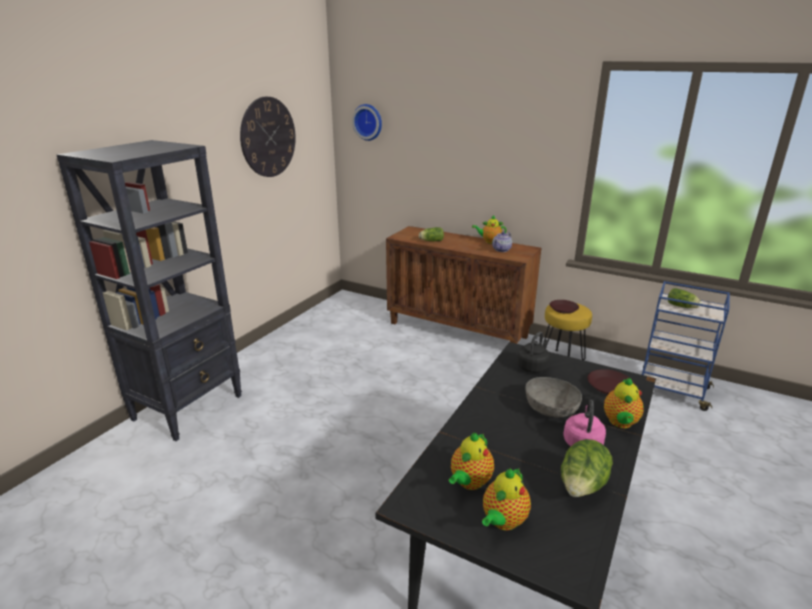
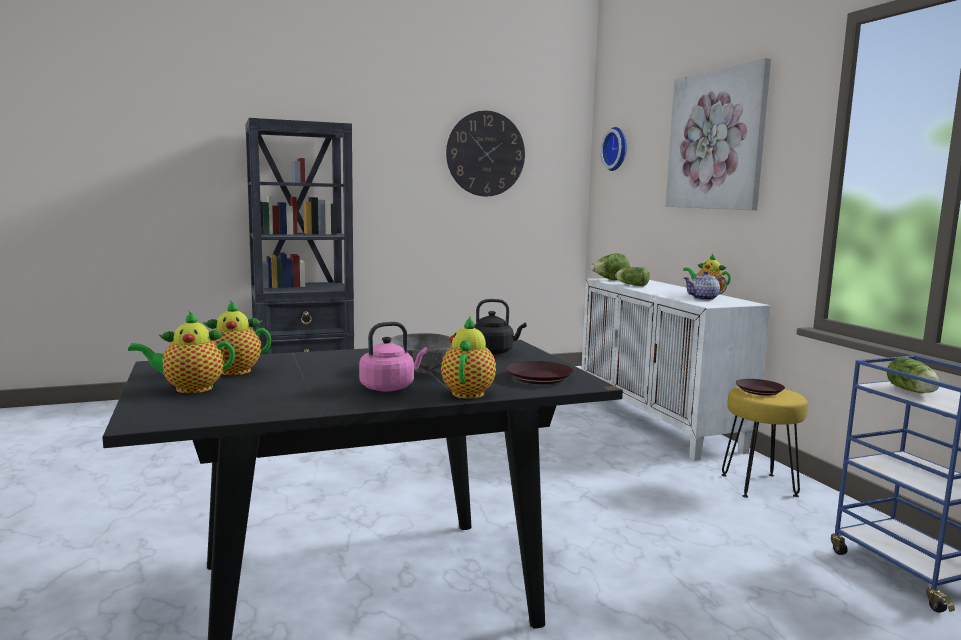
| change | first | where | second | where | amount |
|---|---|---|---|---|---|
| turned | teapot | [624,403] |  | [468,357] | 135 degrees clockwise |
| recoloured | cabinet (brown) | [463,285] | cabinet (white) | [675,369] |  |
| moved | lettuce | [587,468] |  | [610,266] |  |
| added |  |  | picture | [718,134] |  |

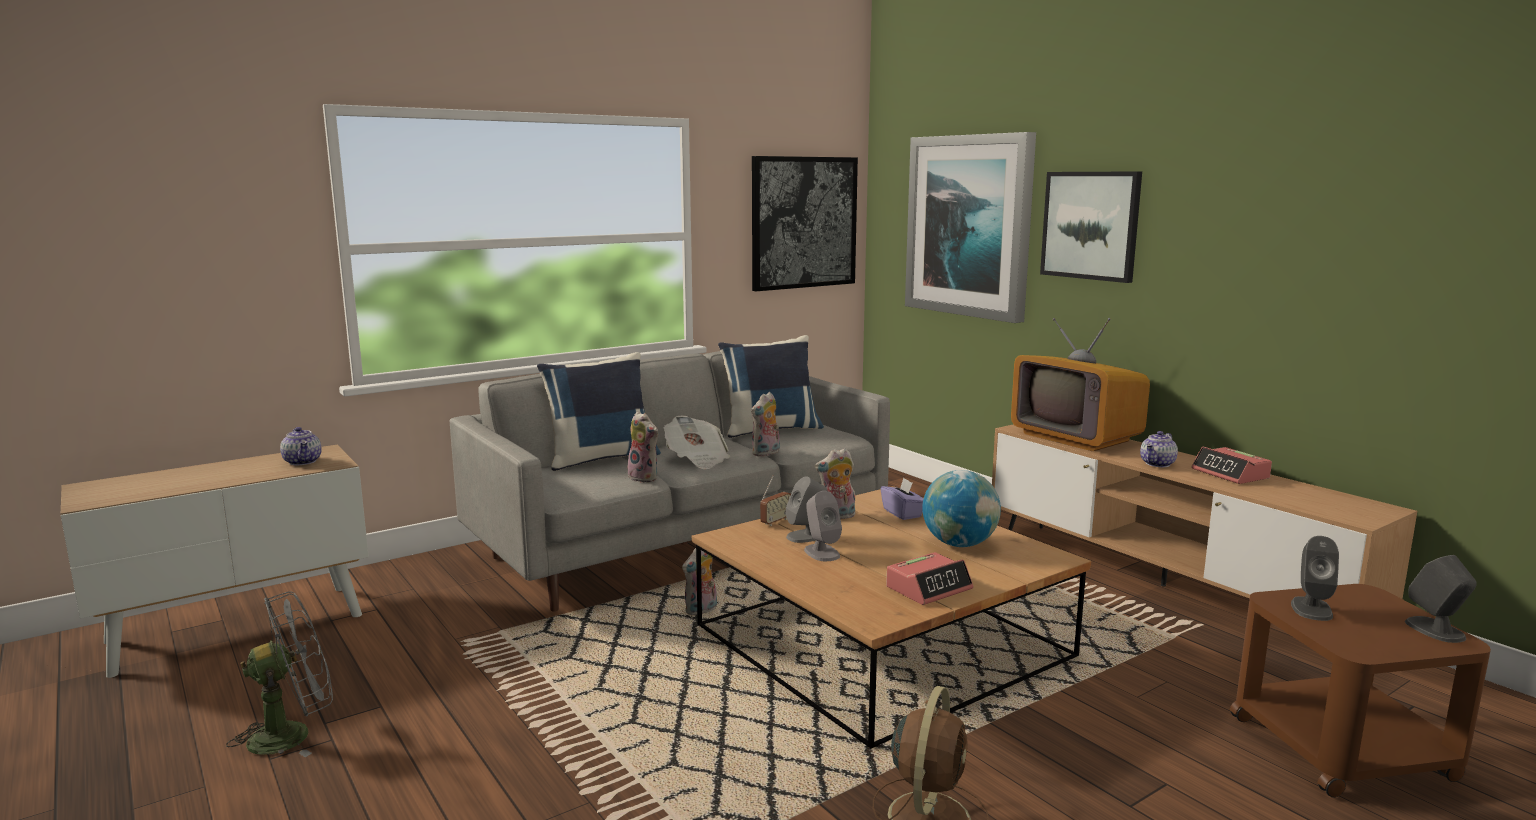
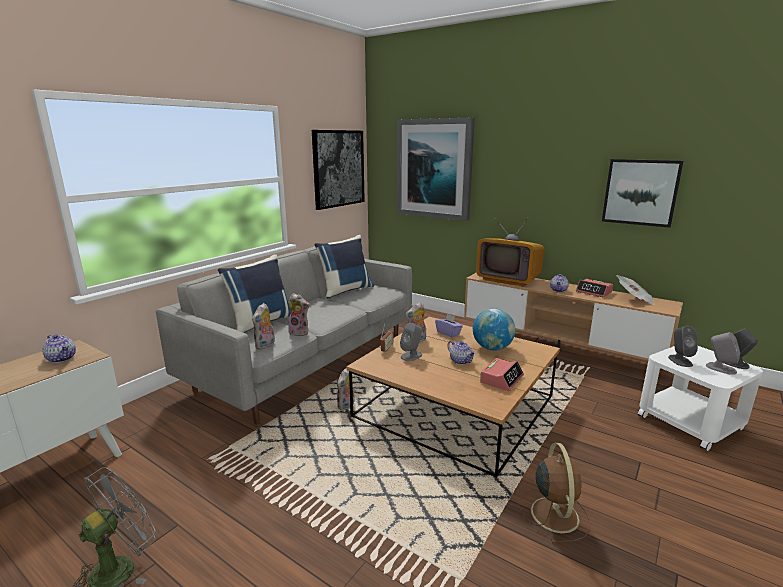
| change | first | where | second | where | amount |
|---|---|---|---|---|---|
| moved | plush toy | [765,424] |  | [263,326] |  |
| added |  |  | teapot | [461,352] |  |
| moved | picture | [1091,227] |  | [642,193] |  |
| moved | newspaper | [697,443] |  | [636,290] |  |
| recoloured | side table (brown) | [1360,690] | side table (white) | [700,398] |  |
| moved | speaker (grey) | [823,526] |  | [723,353] |  |

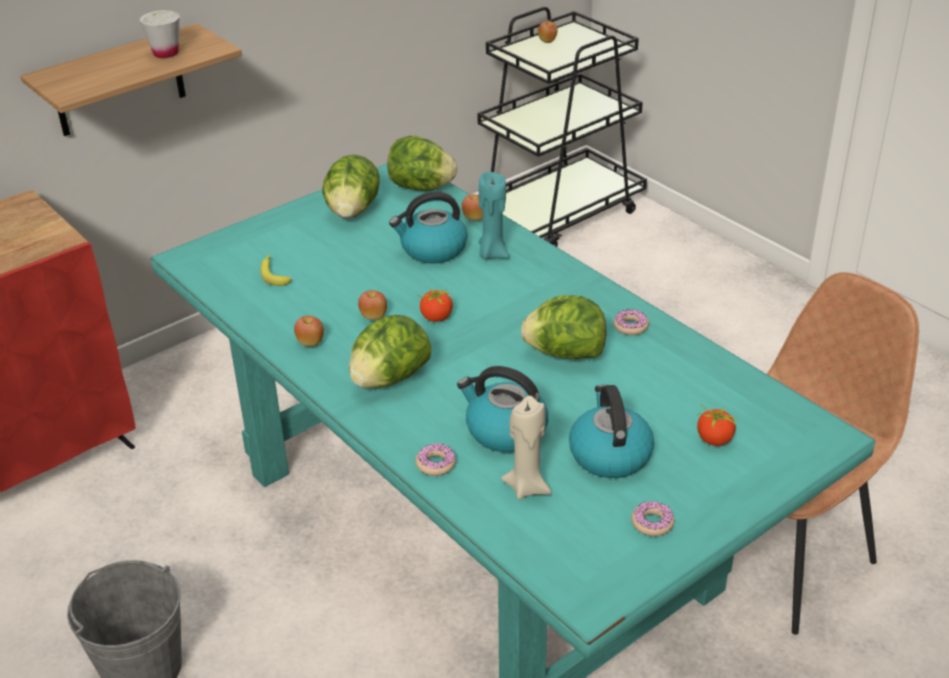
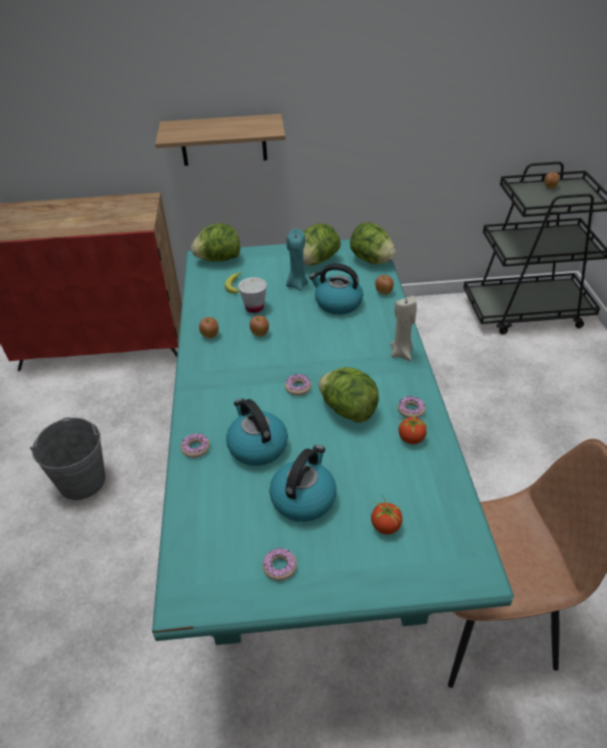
| change | first | where | second | where | amount |
|---|---|---|---|---|---|
| moved | lettuce | [390,351] |  | [215,242] |  |
| moved | cup (white) | [160,34] |  | [252,295] |  |
| added |  |  | donut | [298,385] |  |
| moved | candle (turquoise) | [494,216] |  | [297,260] |  |
| moved | candle (beige) | [526,448] |  | [403,328] |  |
| moved | tomato | [435,305] |  | [413,430] |  |

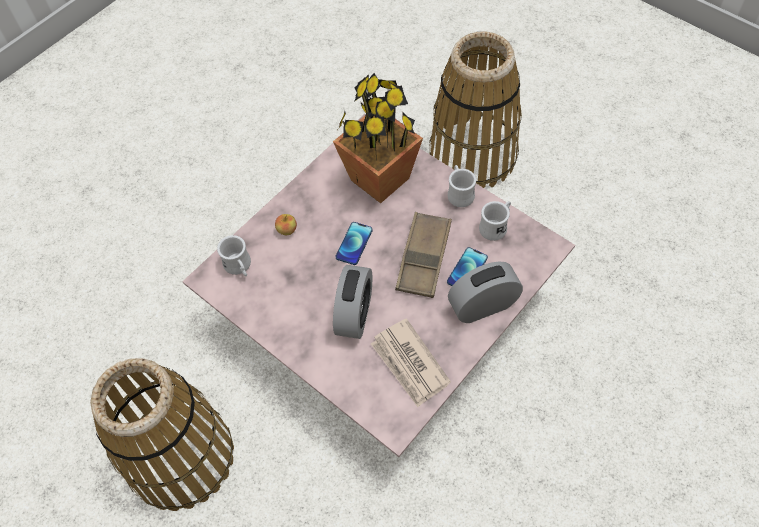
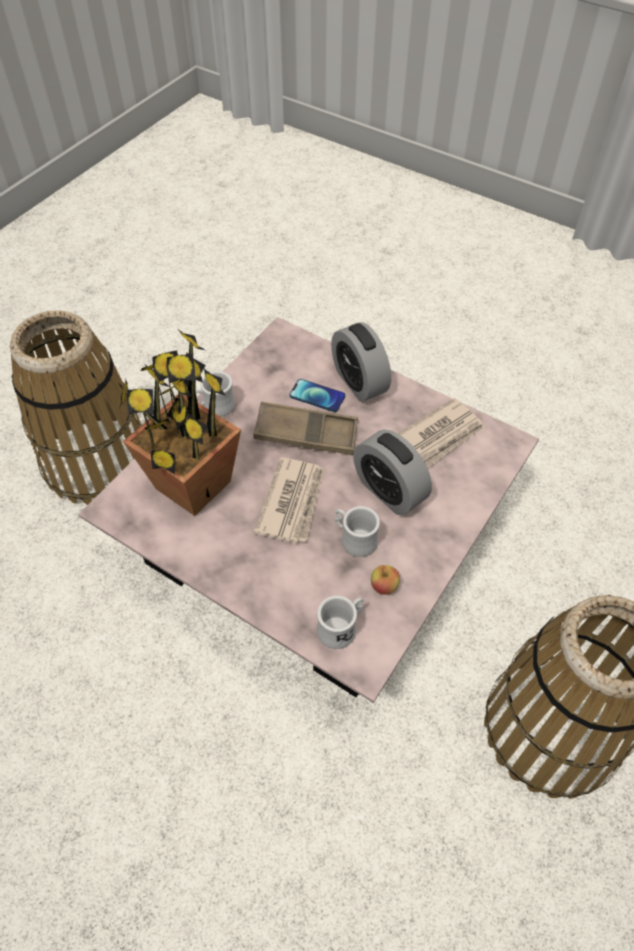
| change | first | where | second | where | amount |
|---|---|---|---|---|---|
| replaced | phone | [354,243] | newspaper | [288,500] |  |
| moved | mug (white) | [495,221] |  | [357,531] |  |
| turned | alarm clock | [352,302] |  | [392,472] | 135 degrees counterclockwise |
| moved | apple | [286,224] |  | [385,580] |  |

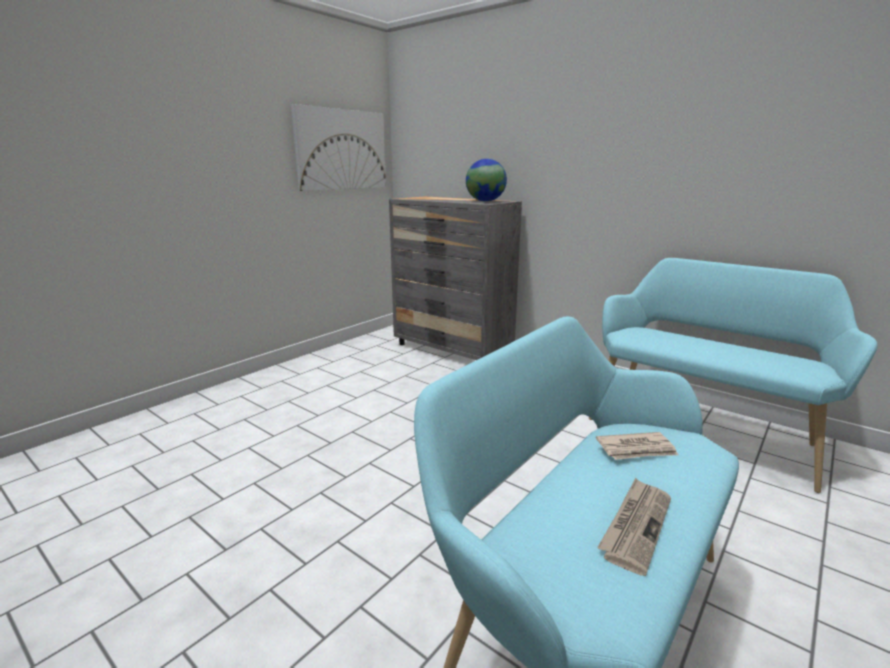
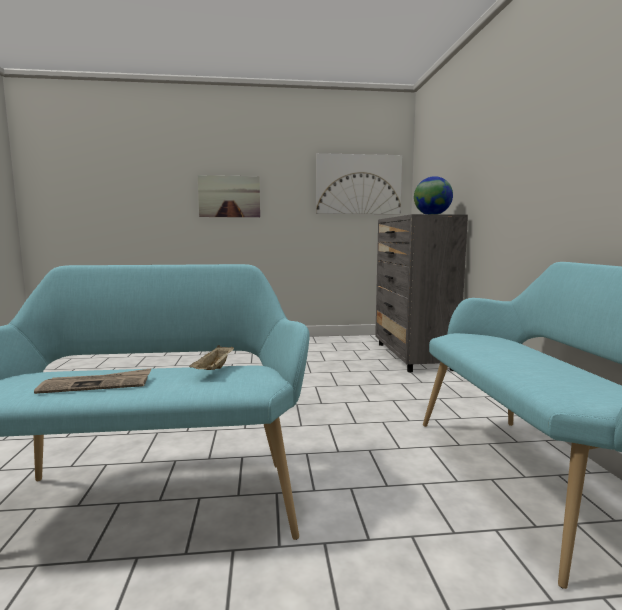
| change | first | where | second | where | amount |
|---|---|---|---|---|---|
| replaced | newspaper | [637,446] | tray (beige) | [211,357] |  |
| added |  |  | picture | [229,196] |  |

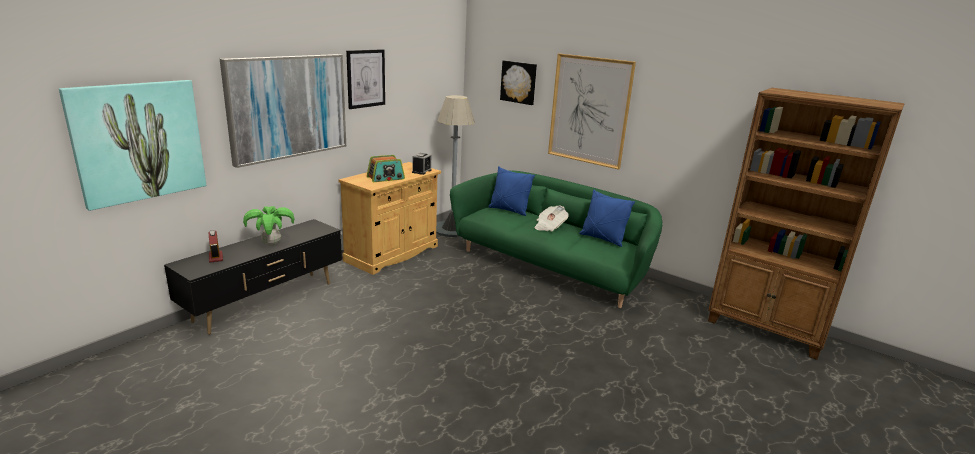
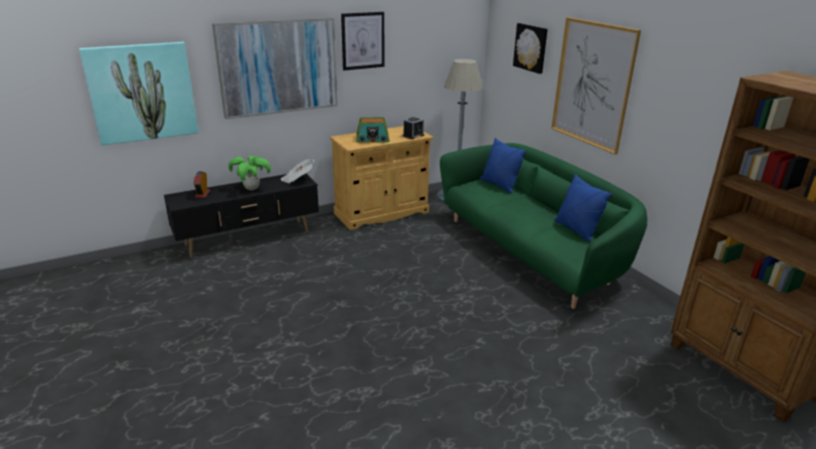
| change | first | where | second | where | amount |
|---|---|---|---|---|---|
| moved | newspaper | [552,218] |  | [298,171] |  |

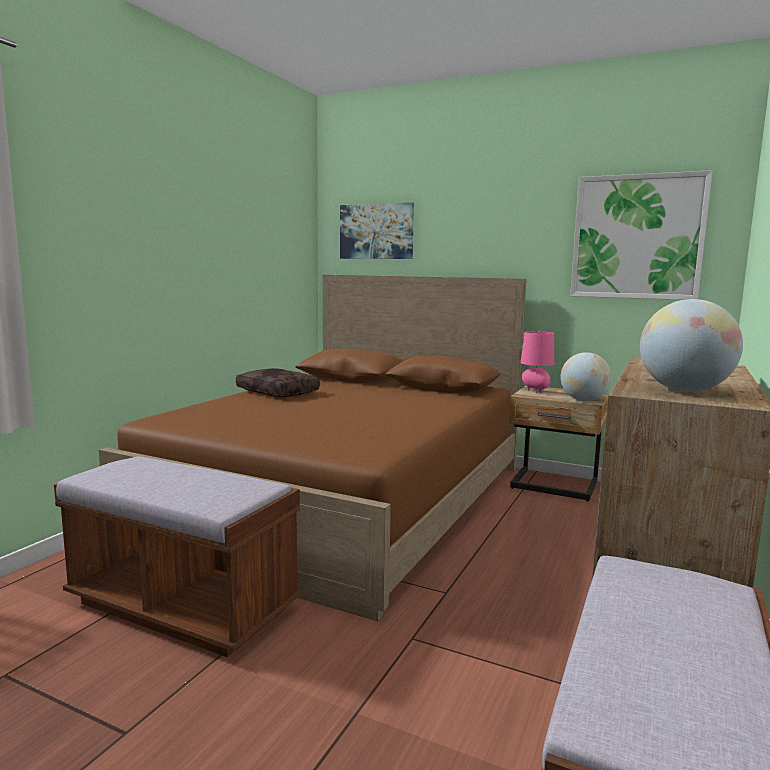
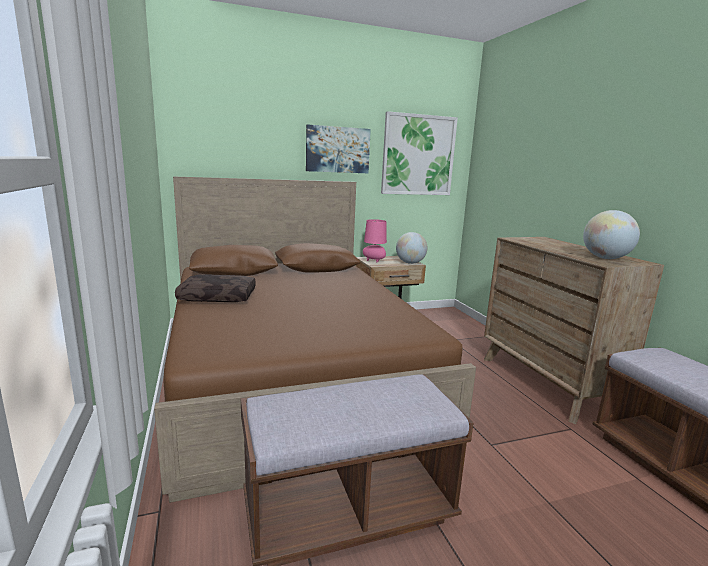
| change | first | where | second | where | amount |
|---|---|---|---|---|---|
| moved | picture | [377,231] |  | [338,149] |  |

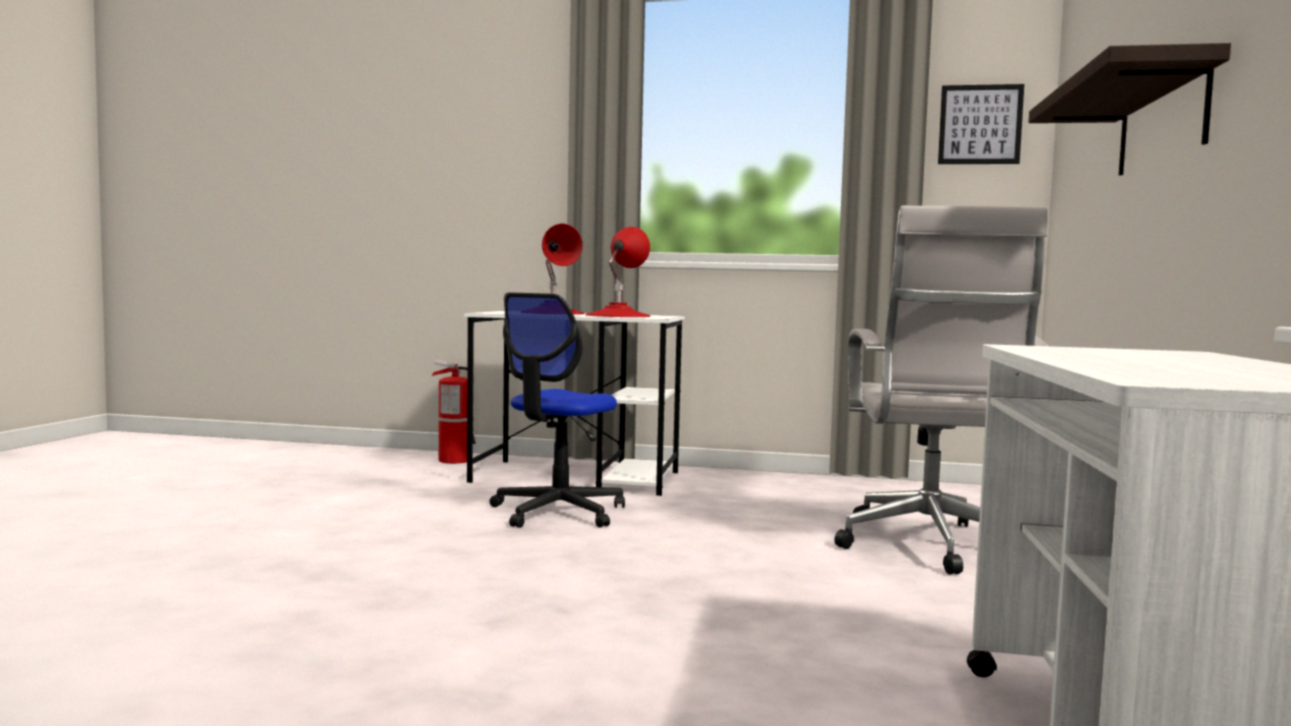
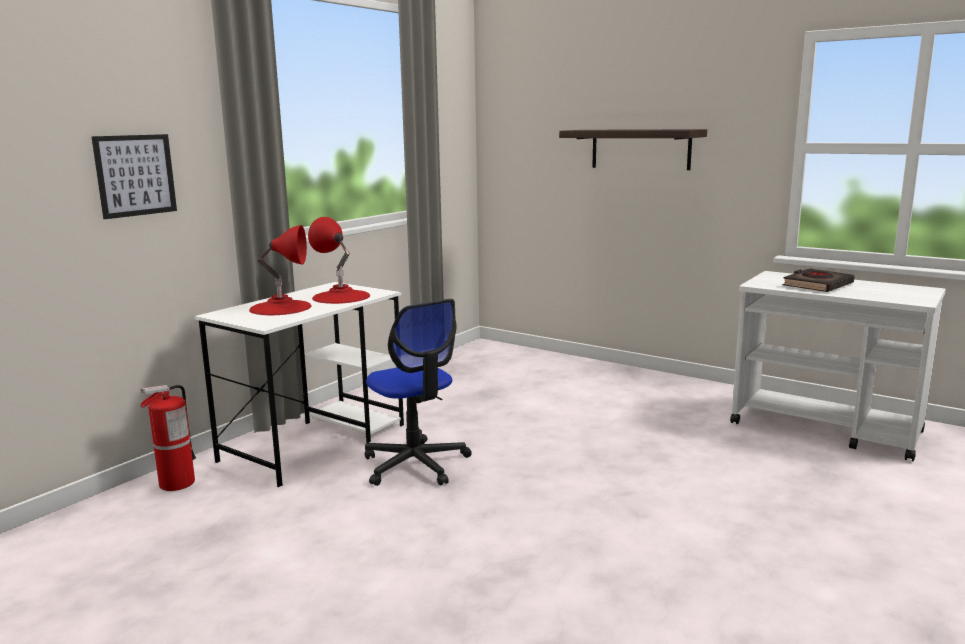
| change | first | where | second | where | amount |
|---|---|---|---|---|---|
| moved | picture | [981,124] |  | [134,176] |  |
| added |  |  | book (black) | [818,280] |  |
| removed | office chair (white) | [941,390] |  |  |  |

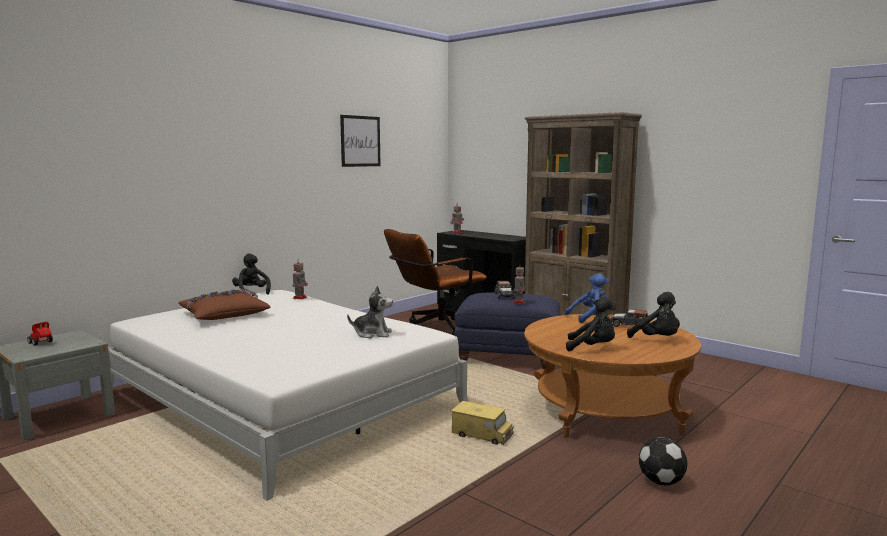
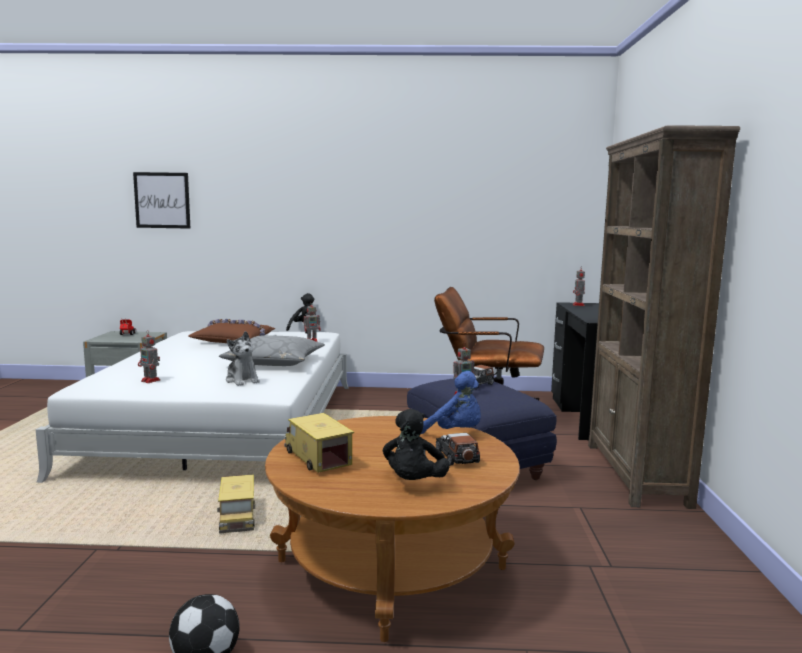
| change | first | where | second | where | amount |
|---|---|---|---|---|---|
| moved | picture | [360,141] |  | [161,200] |  |
| added |  |  | toy robot | [149,356] |  |
| added |  |  | pillow (grey) | [272,350] |  |
| replaced | plush toy (black) | [591,324] | toy truck | [319,443] |  |

